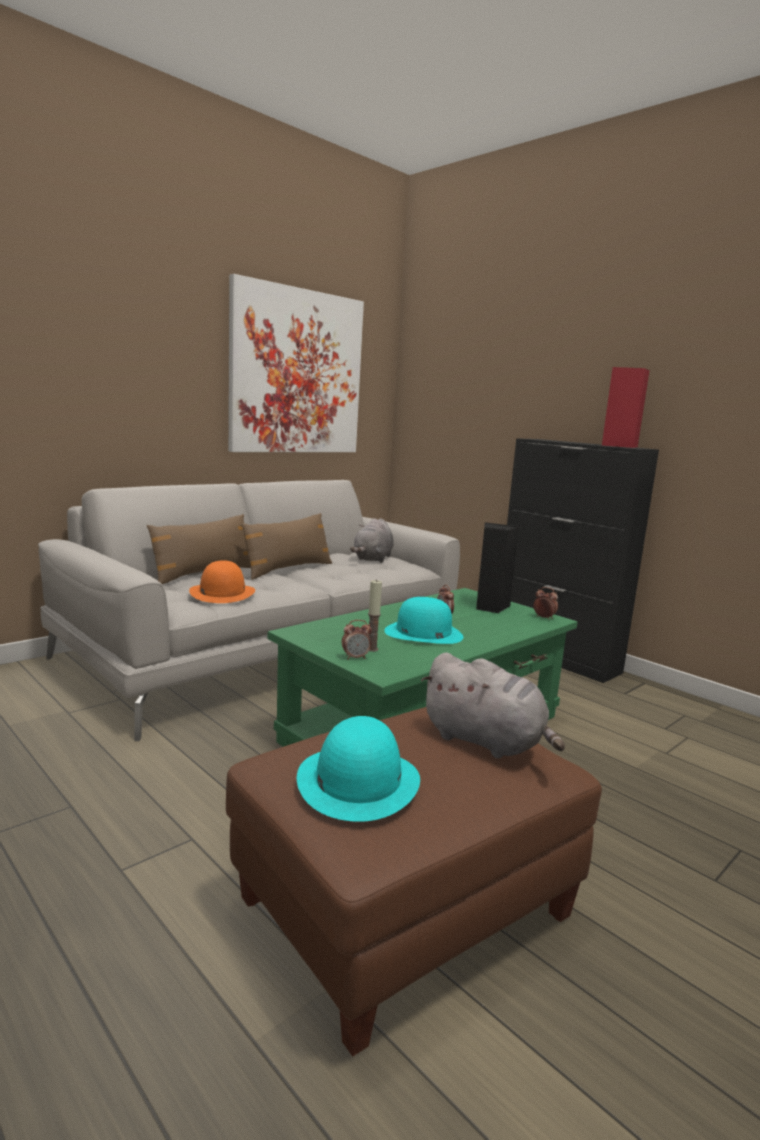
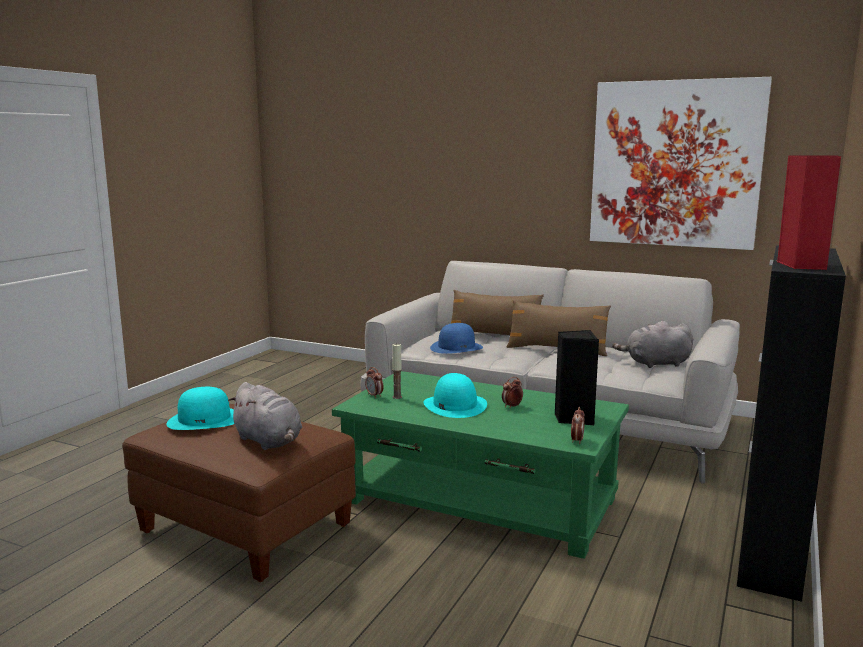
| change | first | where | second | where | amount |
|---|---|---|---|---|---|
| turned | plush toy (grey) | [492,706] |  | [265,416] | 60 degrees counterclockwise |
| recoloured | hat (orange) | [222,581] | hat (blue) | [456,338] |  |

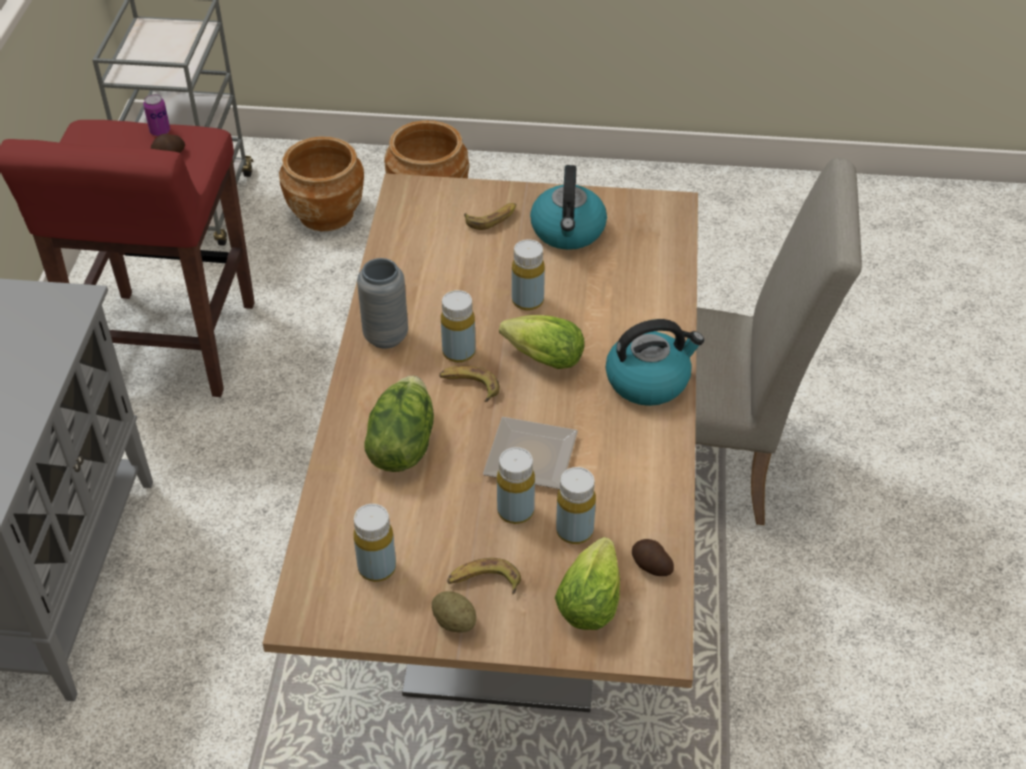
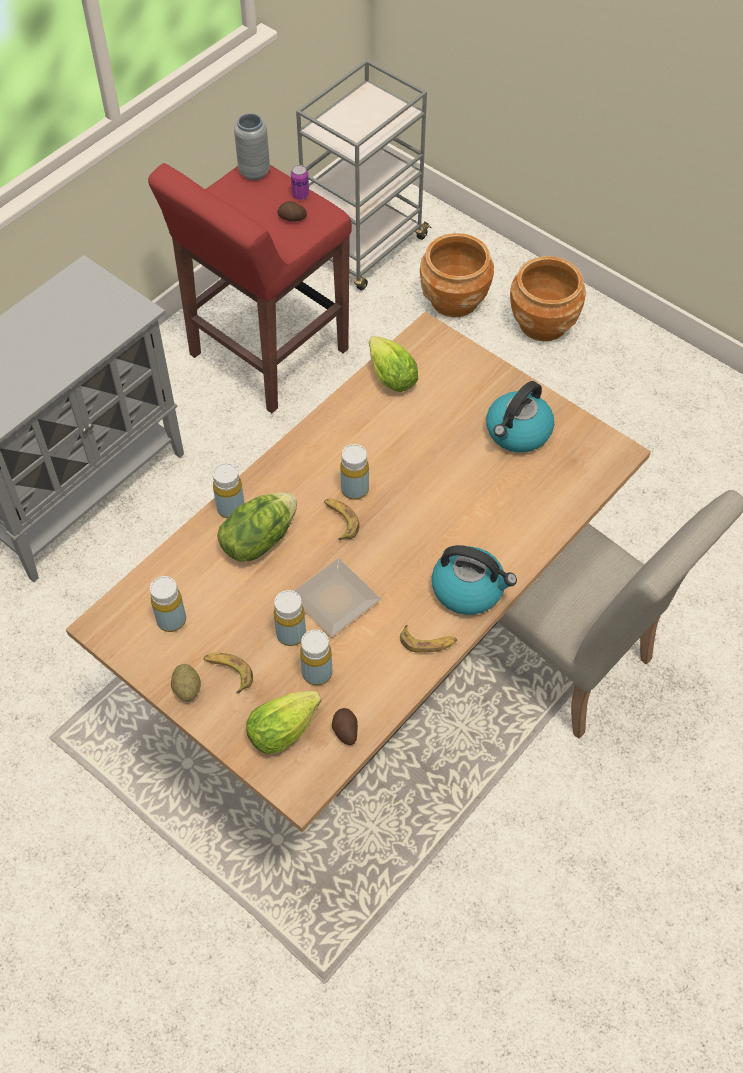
| change | first | where | second | where | amount |
|---|---|---|---|---|---|
| moved | bottle (yellow) | [528,274] |  | [228,491] |  |
| moved | vase (grey) | [382,303] |  | [252,146] |  |
| moved | lettuce | [542,342] |  | [393,364] |  |
| moved | banana | [490,216] |  | [428,639] |  |

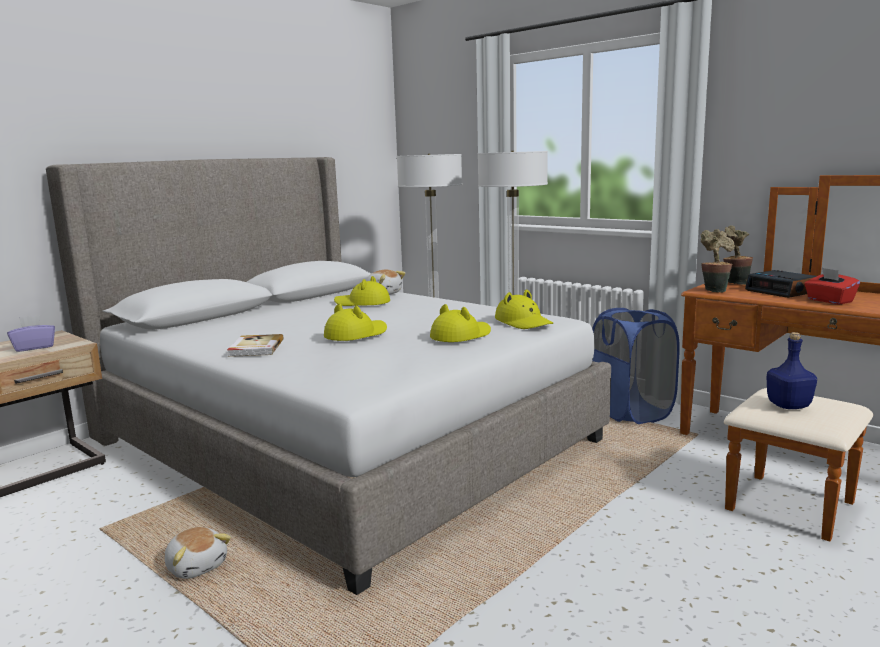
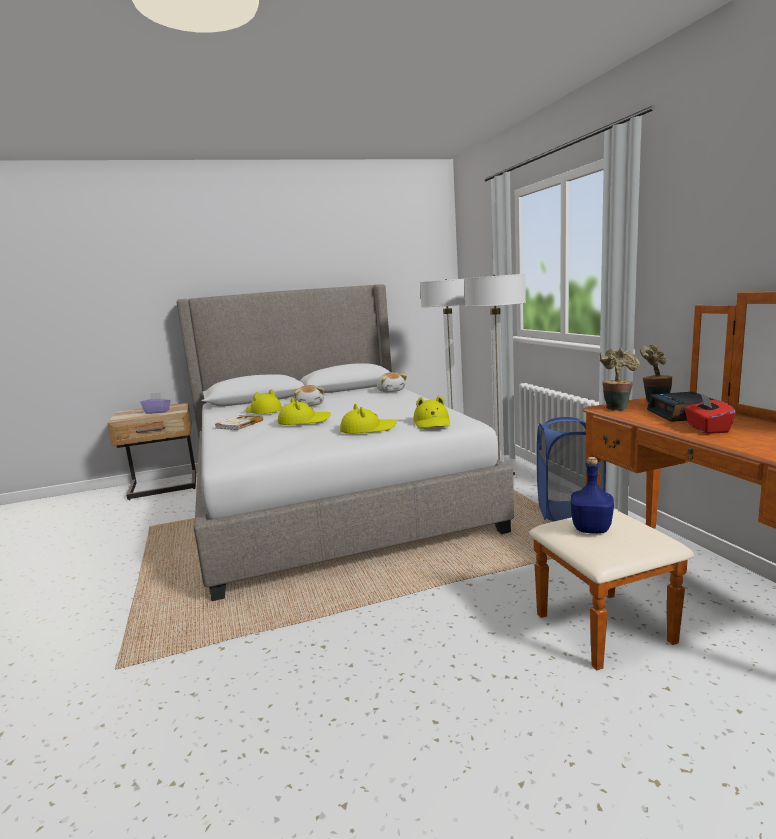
| change | first | where | second | where | amount |
|---|---|---|---|---|---|
| moved | hat (yellow) | [362,291] |  | [264,402] |  |
| moved | plush toy | [198,553] |  | [309,395] |  |

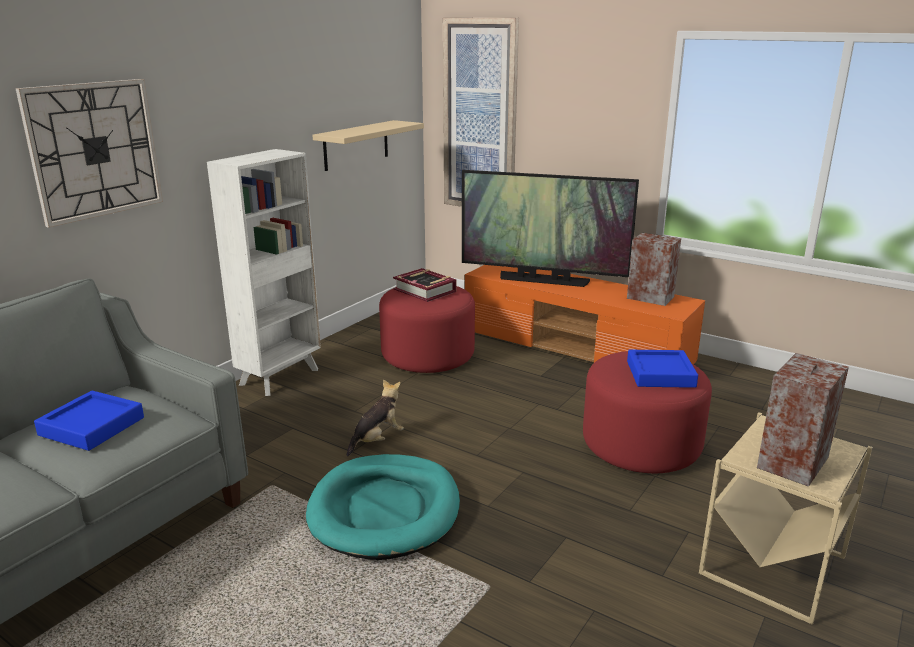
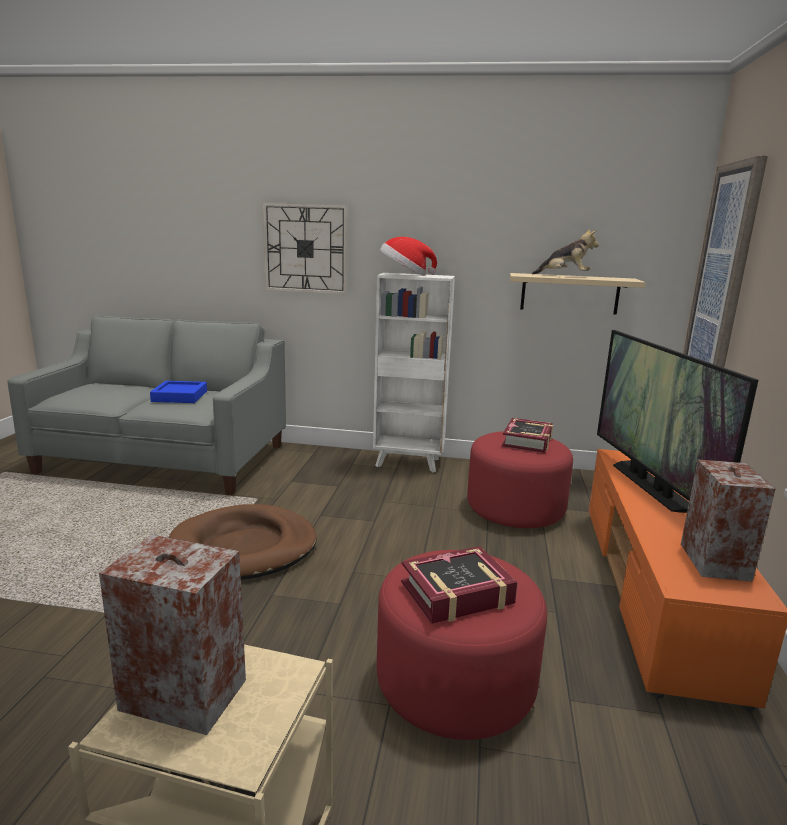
| change | first | where | second | where | amount |
|---|---|---|---|---|---|
| recoloured | dog bed (turquoise) | [383,507] | dog bed (brown) | [243,542] |  |
| added |  |  | hat | [408,256] |  |
| replaced | tray (blue) | [662,369] | book | [459,585] |  |
| moved | plush toy | [375,418] |  | [565,252] |  |

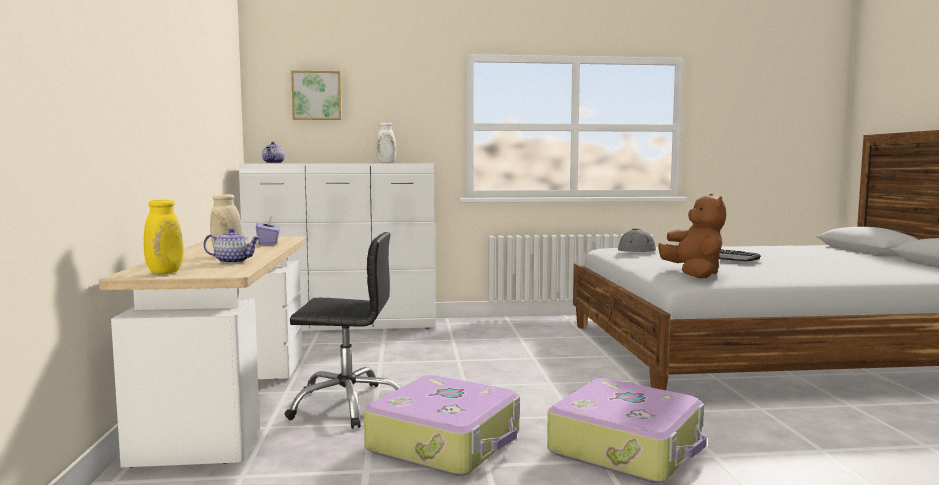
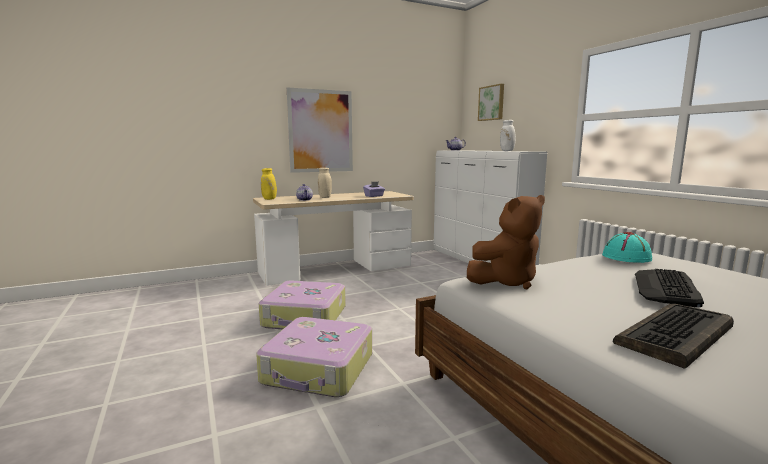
| change | first | where | second | where | amount |
|---|---|---|---|---|---|
| added |  |  | picture | [320,130] |  |
| recoloured | hat (grey) | [637,240] | hat (turquoise) | [627,247] |  |
| added |  |  | keyboard | [673,336] |  |
| removed | office chair (black) | [343,330] |  |  |  |

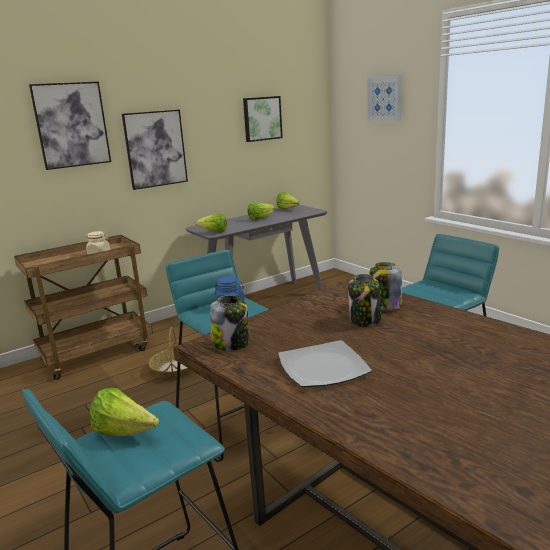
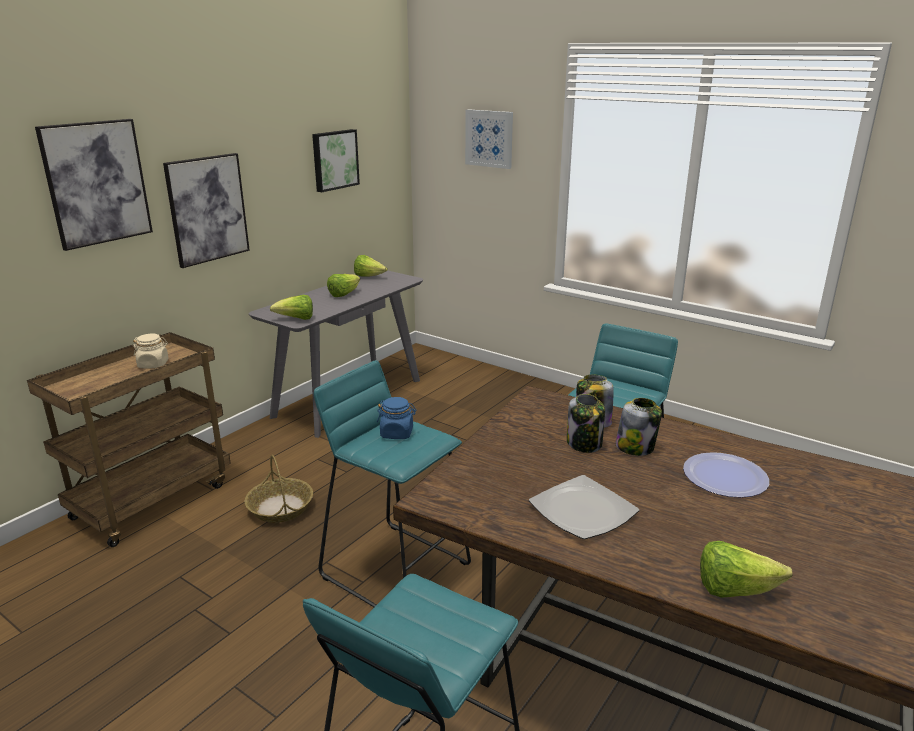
| change | first | where | second | where | amount |
|---|---|---|---|---|---|
| moved | jar | [229,323] |  | [639,427] |  |
| added |  |  | plate | [726,475] |  |
| moved | lettuce | [124,412] |  | [746,569] |  |

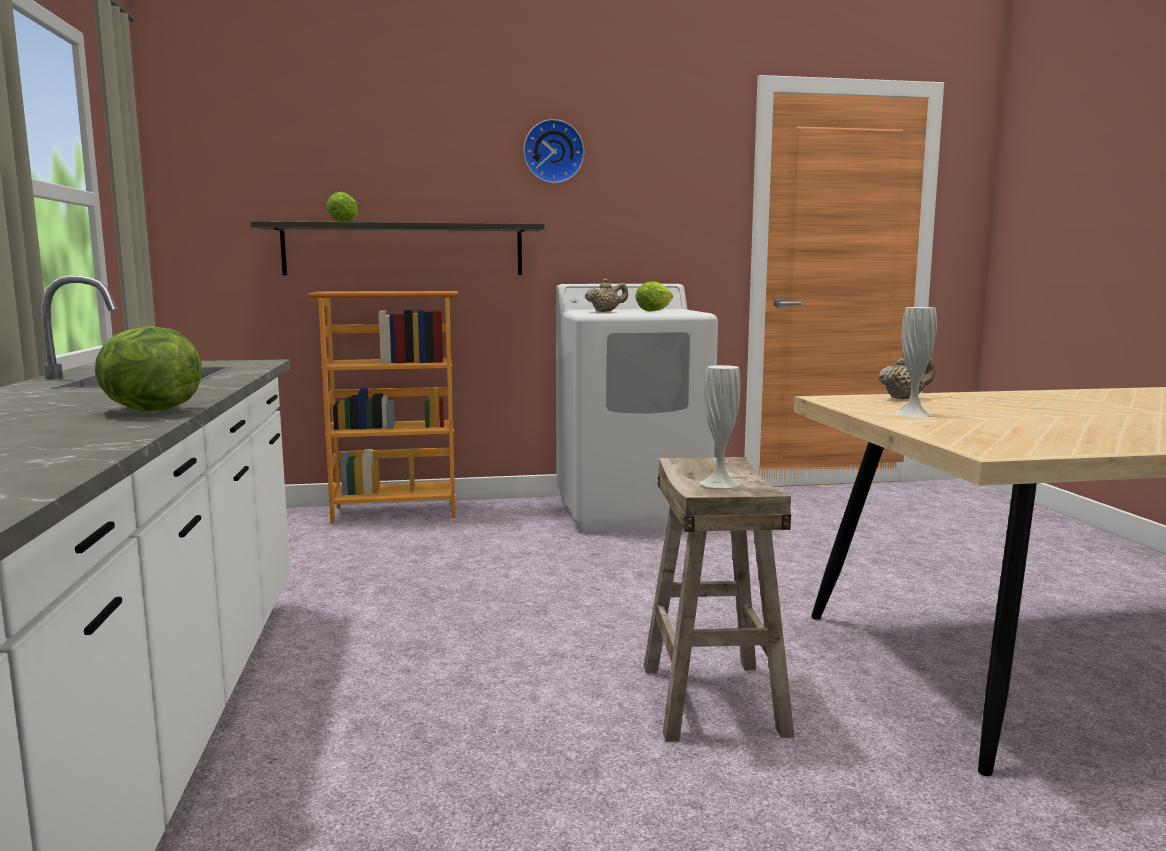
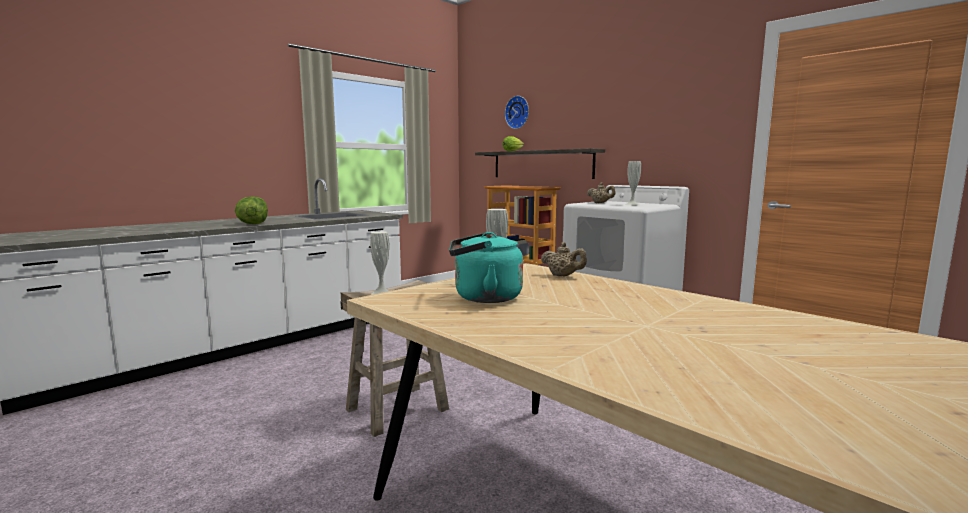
| change | first | where | second | where | amount |
|---|---|---|---|---|---|
| added |  |  | kettle (turquoise) | [486,267] |  |
| moved | wall clock | [553,151] |  | [517,112] |  |
| replaced | lettuce | [654,296] | vase (white) | [633,183] |  |

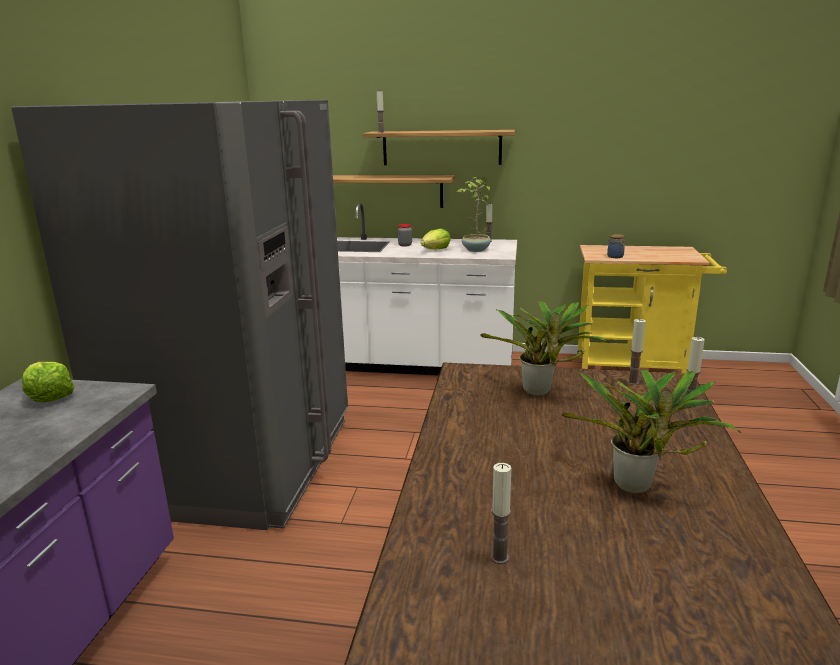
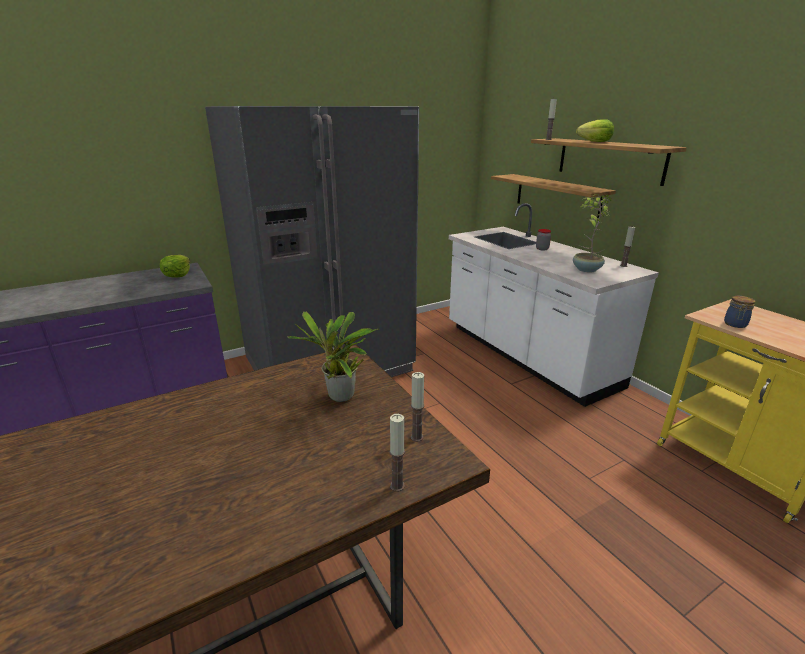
| change | first | where | second | where | amount |
|---|---|---|---|---|---|
| moved | lettuce | [436,238] |  | [595,130] |  |
| removed | candle | [501,513] |  |  |  |
| removed | potted plant | [651,431] |  |  |  |

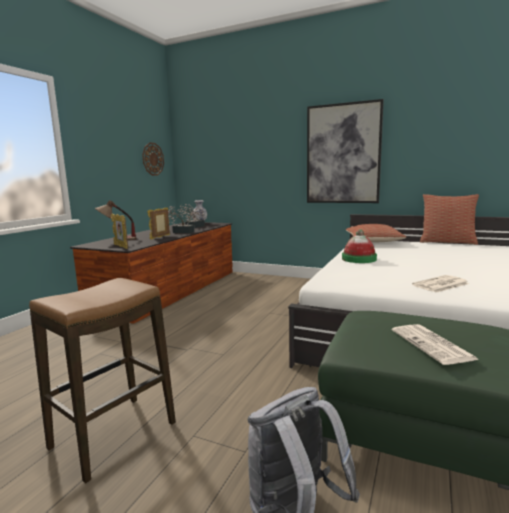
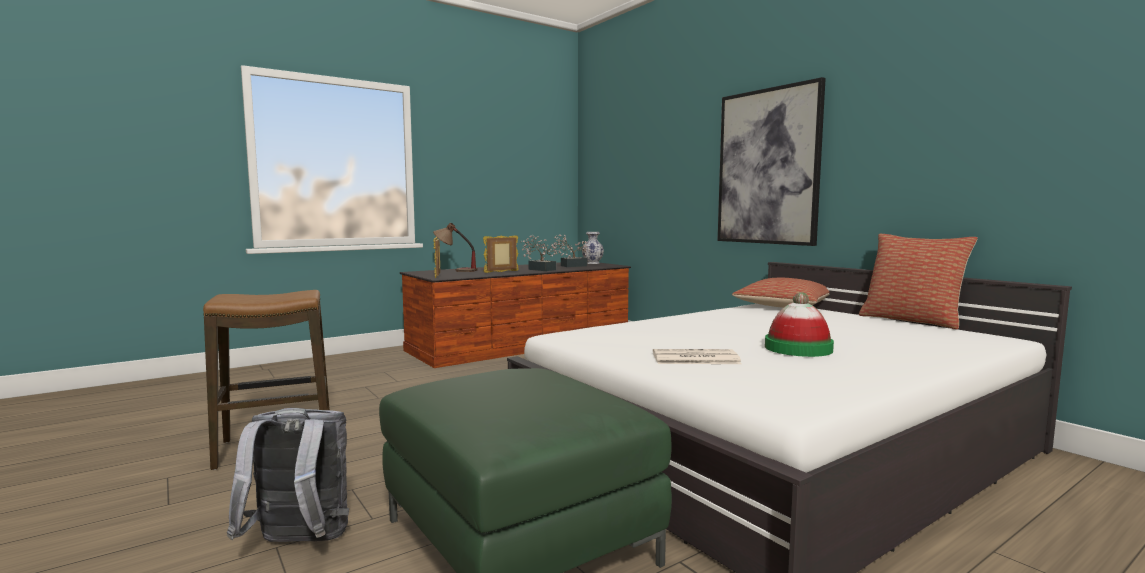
| change | first | where | second | where | amount |
|---|---|---|---|---|---|
| moved | hat | [359,246] |  | [799,324] |  |
| removed | wall clock | [153,159] |  |  |  |
| removed | newspaper | [435,344] |  |  |  |

